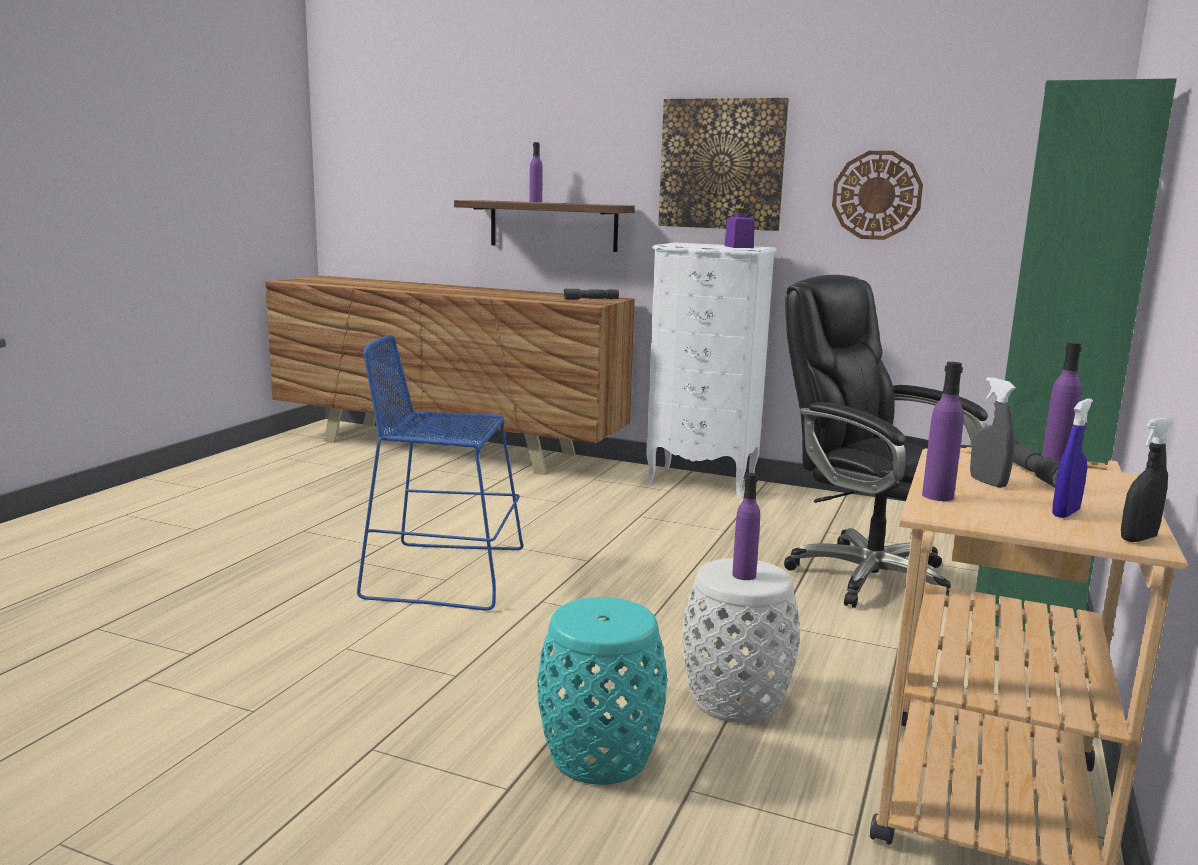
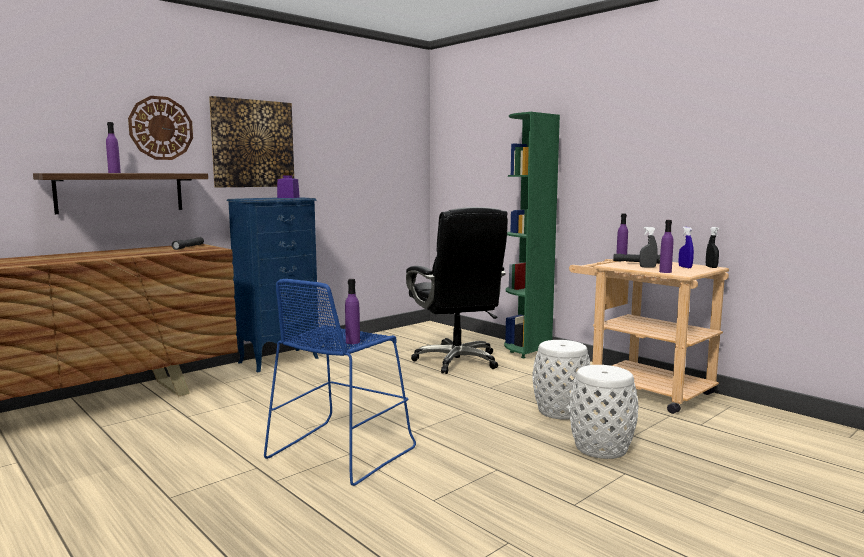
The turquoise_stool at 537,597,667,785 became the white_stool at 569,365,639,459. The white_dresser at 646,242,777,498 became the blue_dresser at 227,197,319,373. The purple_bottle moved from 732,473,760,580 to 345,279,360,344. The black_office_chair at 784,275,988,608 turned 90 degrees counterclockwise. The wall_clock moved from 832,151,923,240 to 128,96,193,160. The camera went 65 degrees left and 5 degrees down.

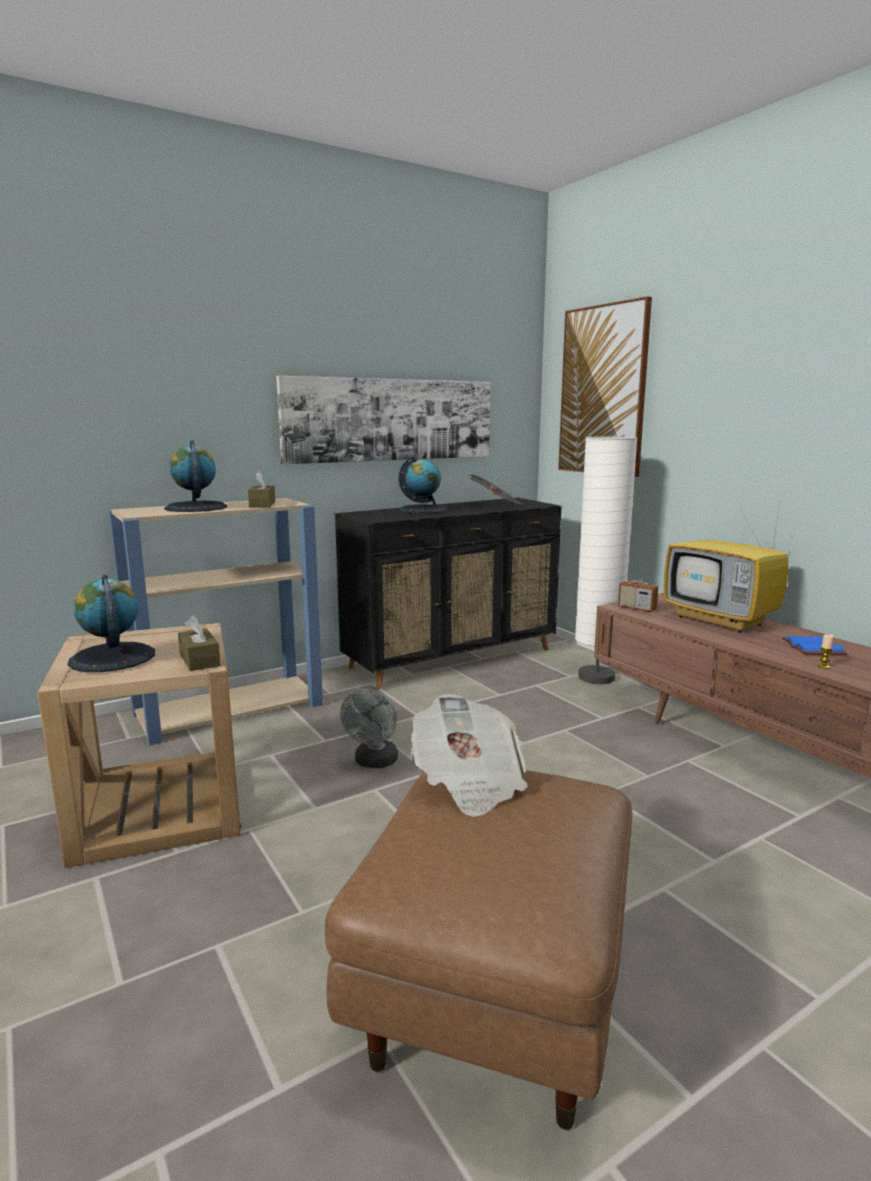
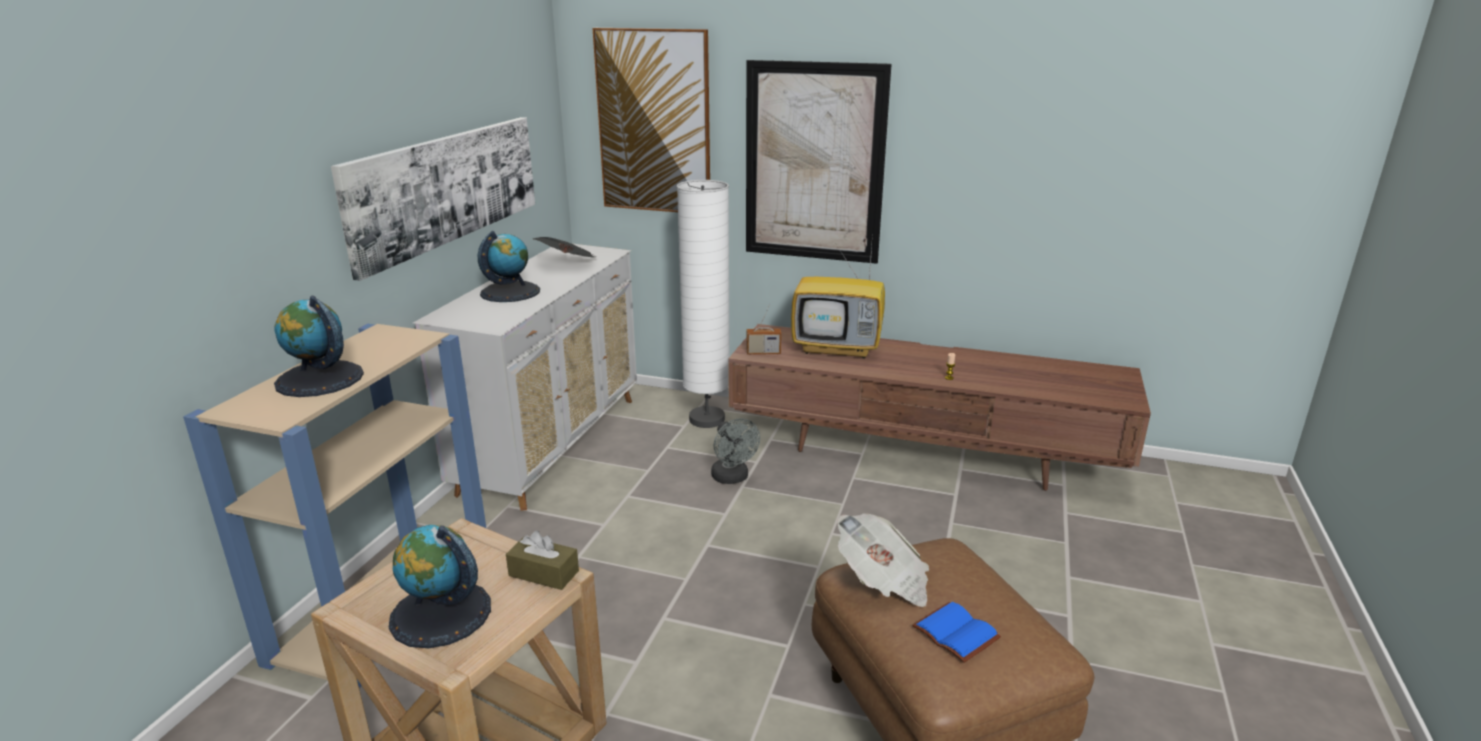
The brown_tissue_box at 248,471,275,507 disappeared. The black_cabinet at 333,497,561,690 became the white_cabinet at 413,244,637,511. The grey_fan moved from 340,689,398,768 to 711,418,760,484. The blue_book moved from 782,636,847,655 to 912,602,1001,663. The picture at 746,60,891,264 appeared. The camera went 40 degrees left and 10 degrees up.

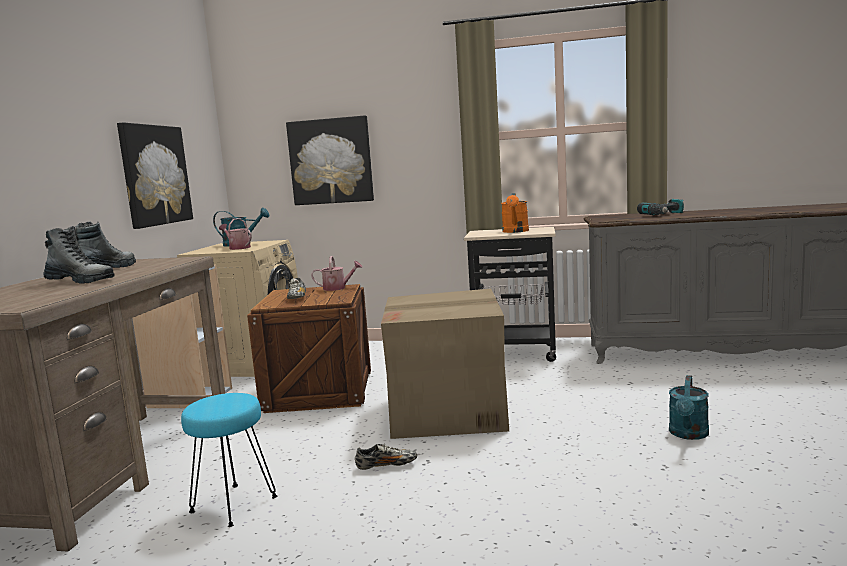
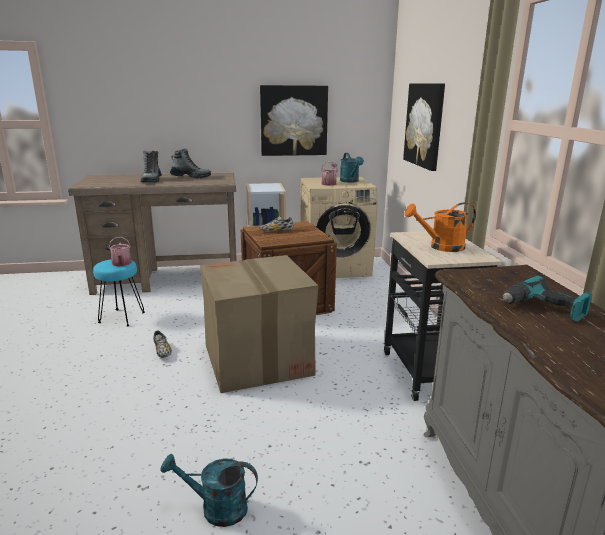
The watering_can moved from 311,256,362,291 to 109,237,132,266. The camera went 70 degrees right and 10 degrees up.

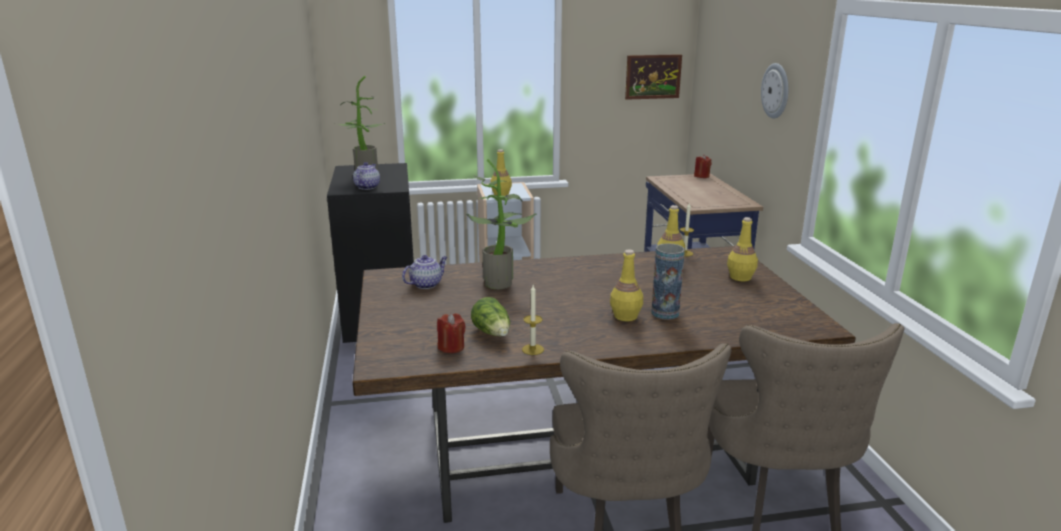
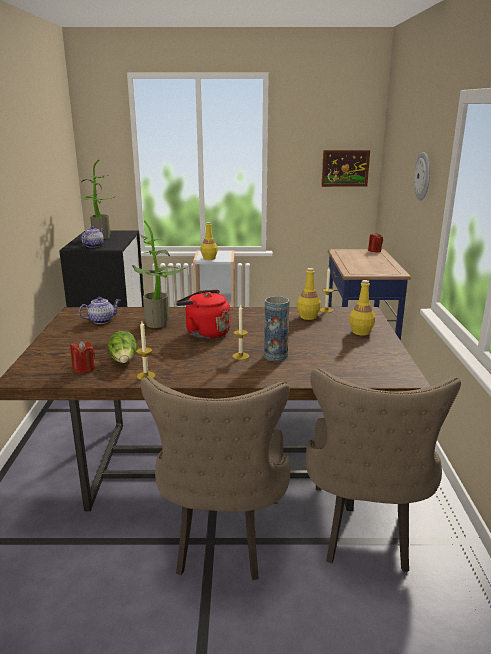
The yellow_bottle at 610,250,643,321 was replaced by the candle at 232,305,249,360. The red_kettle at 176,290,230,339 appeared. The camera went 10 degrees right and 0 degrees up.

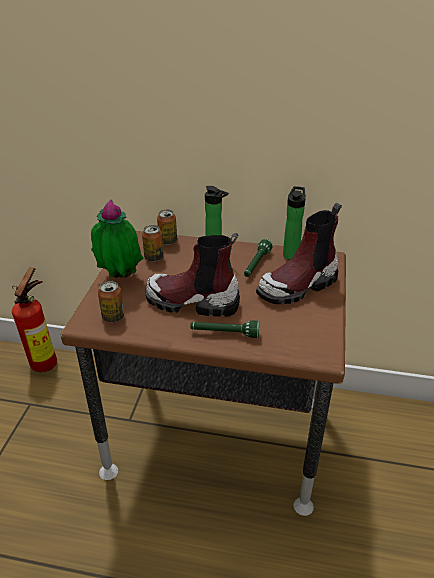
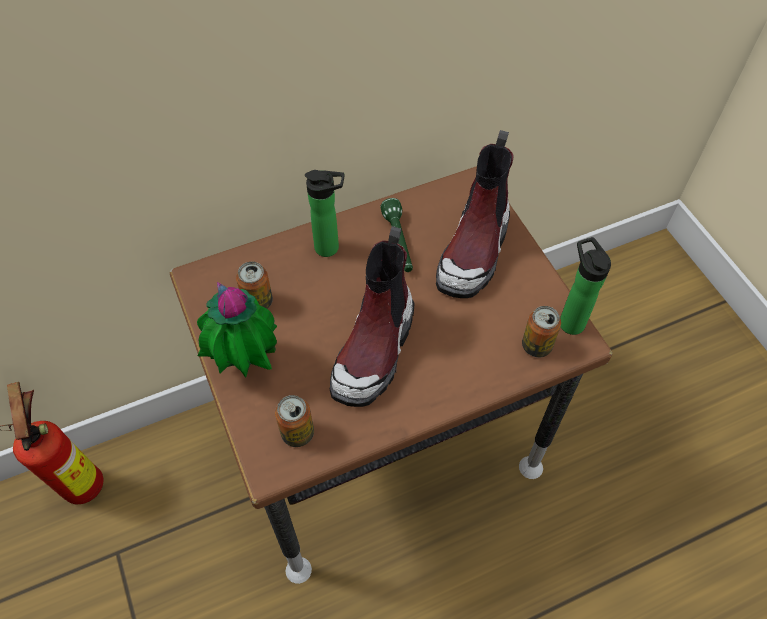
The boot at 145,233,240,317 turned 45 degrees counterclockwise. The can moved from 157,209,177,245 to 522,306,561,357. The green_flashlight at 190,320,259,338 disappeared. The bottle moved from 283,186,306,260 to 560,237,611,335. The camera went 35 degrees left and 20 degrees up.

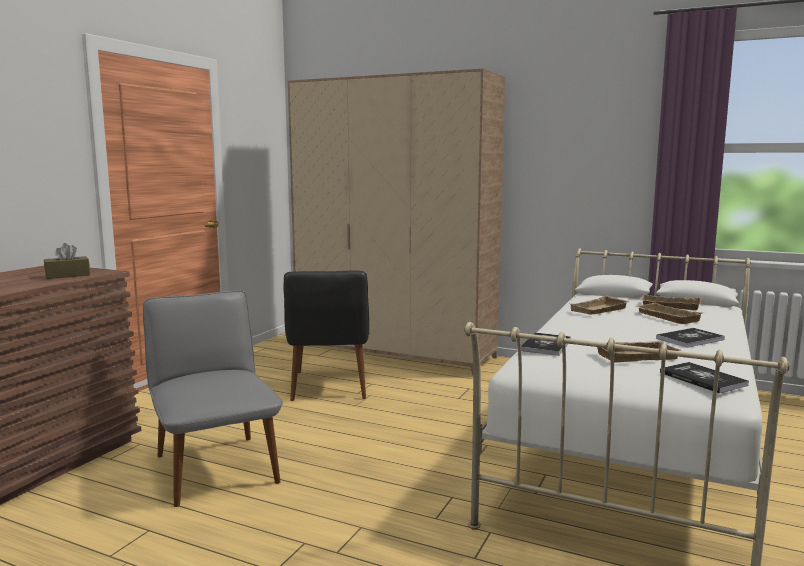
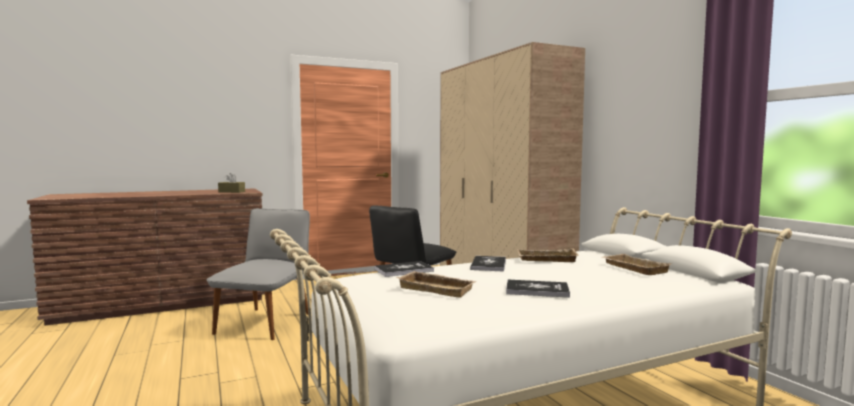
The beige_tray at 634,303,704,324 disappeared. The book moved from 660,362,749,394 to 470,256,506,272. The camera went 40 degrees right and 5 degrees down.

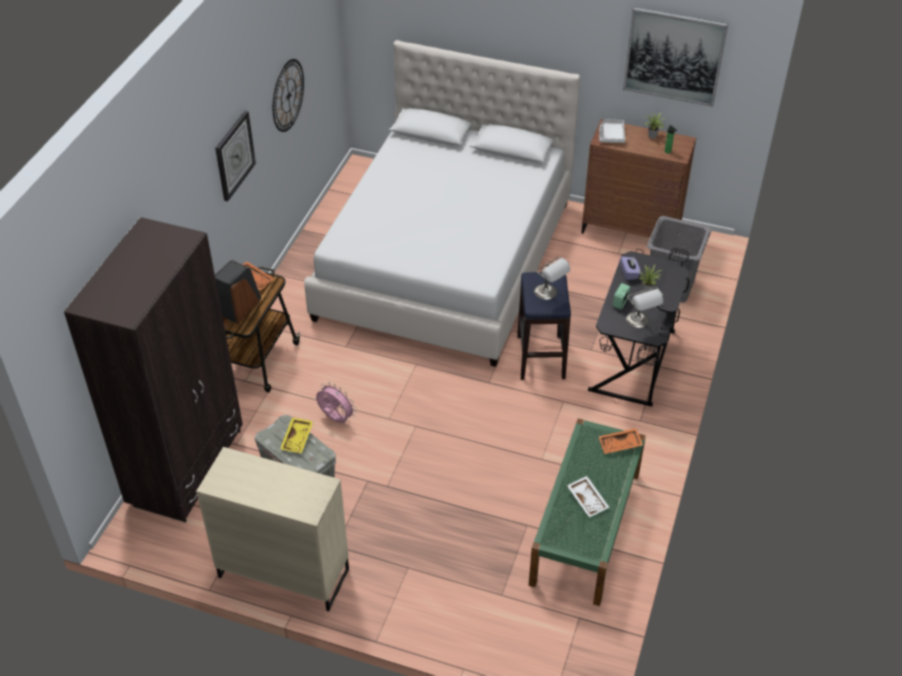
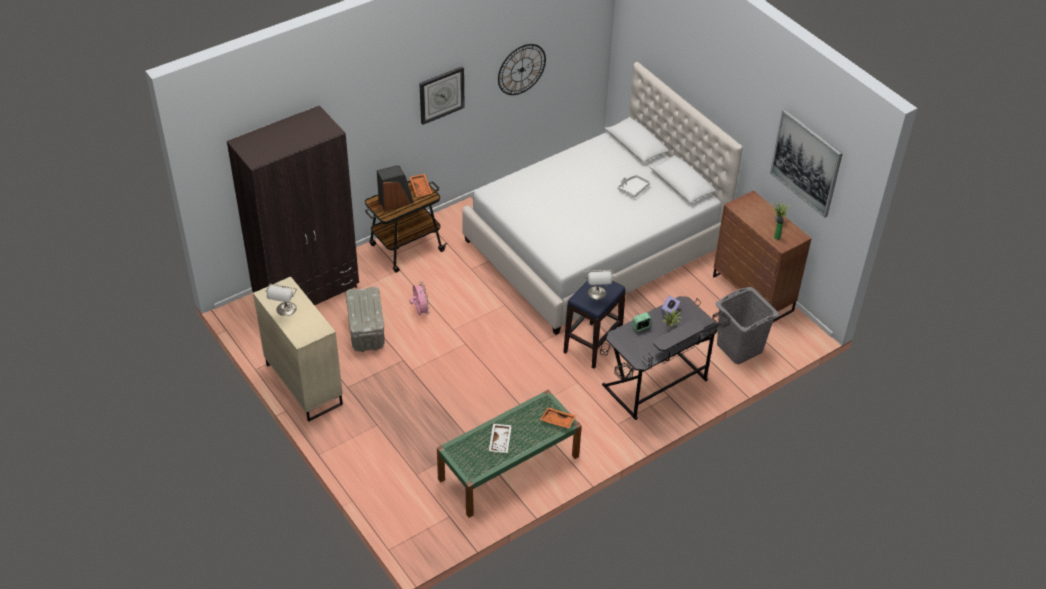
The yellow_tray at 280,418,313,453 disappeared. The white_tray moved from 599,120,625,143 to 618,175,650,198. The white_table_lamp moved from 626,287,664,328 to 266,284,297,316. The camera went 35 degrees right and 0 degrees up.

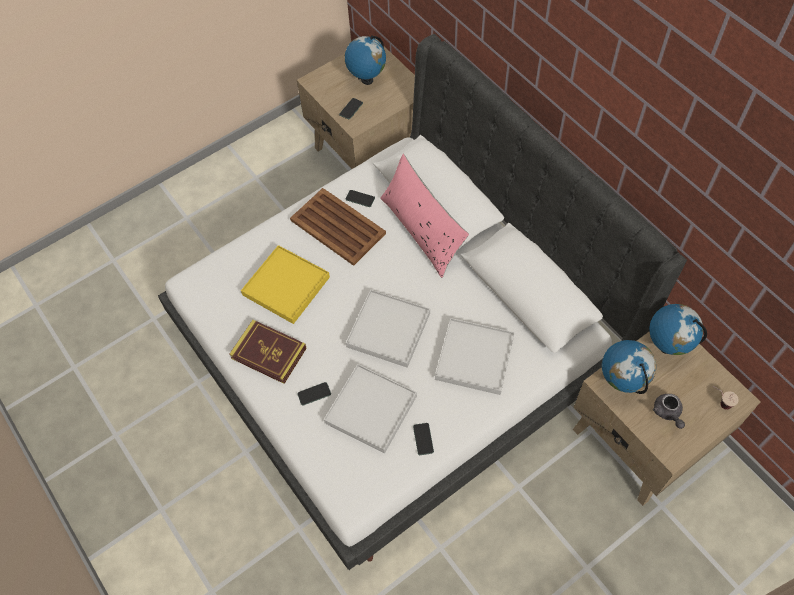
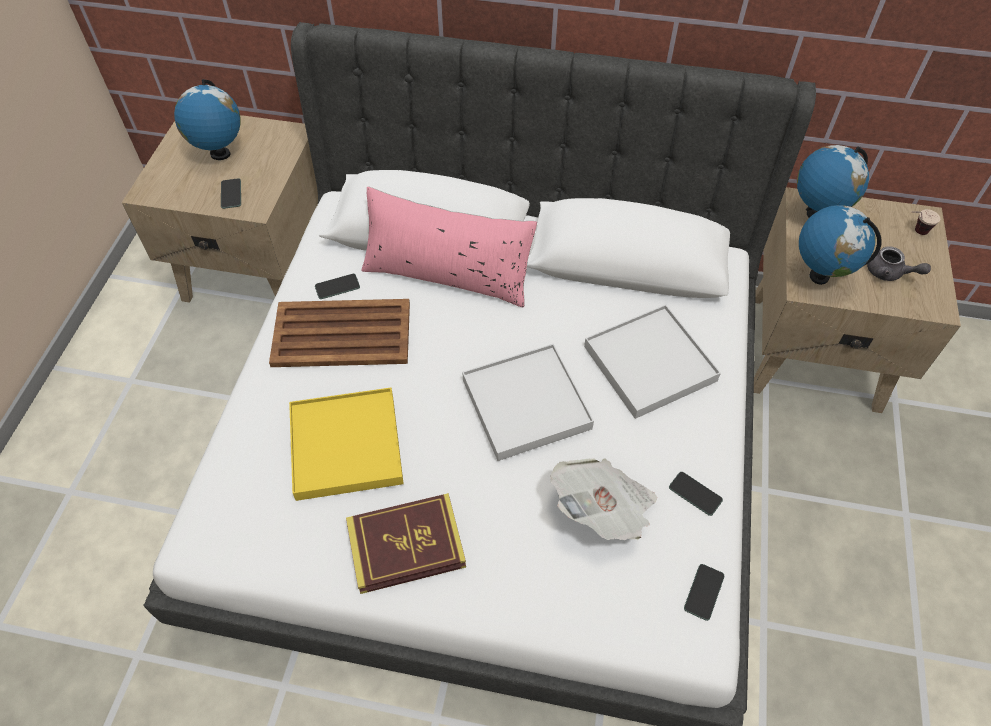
The phone moved from 297,382,331,406 to 684,564,724,621. The white_tray at 324,364,417,454 was replaced by the newspaper at 550,458,657,540. The camera went 45 degrees left and 5 degrees down.

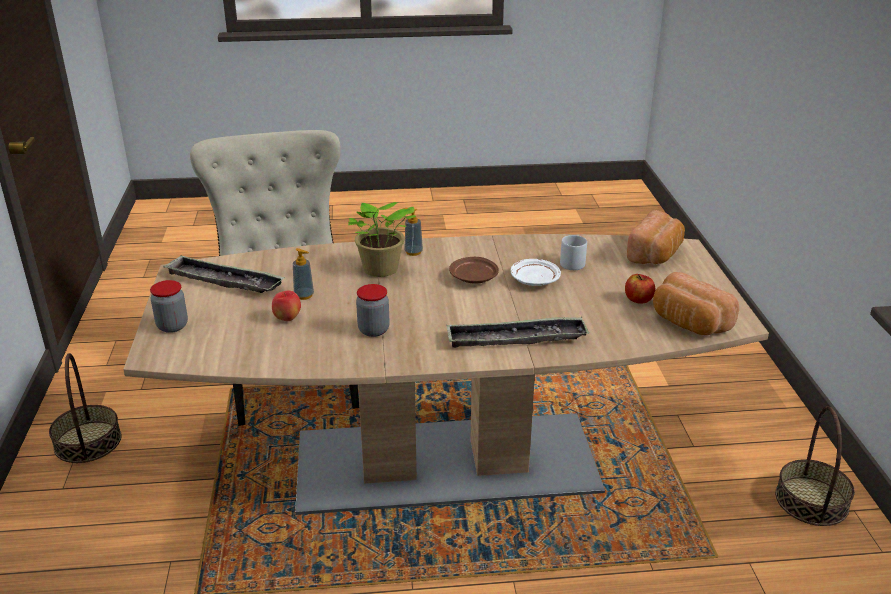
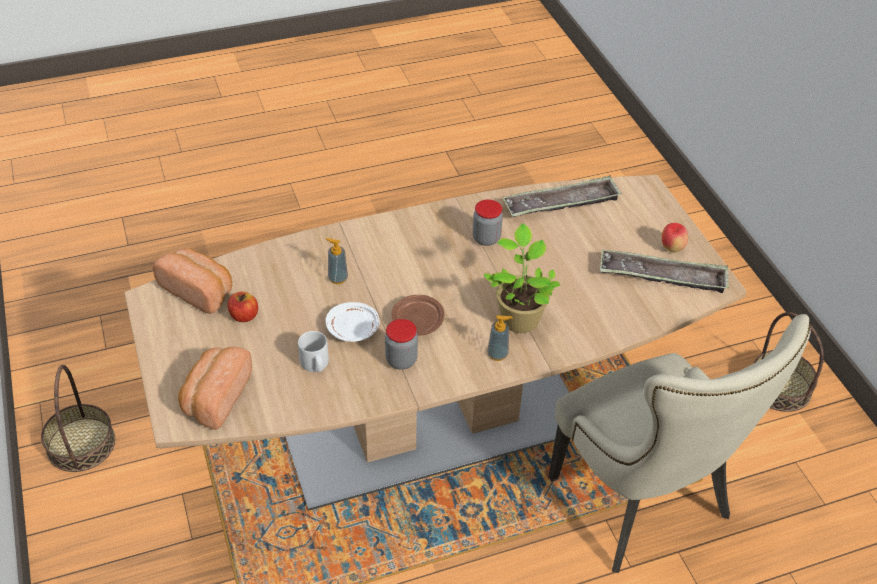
The jar moved from 150,280,188,333 to 385,319,418,370. The apple moved from 272,290,301,321 to 662,223,688,252. The soap_dispenser moved from 293,248,314,300 to 326,238,348,284. The tray moved from 446,317,589,348 to 502,175,622,217. The camera went 165 degrees right and 15 degrees up.

